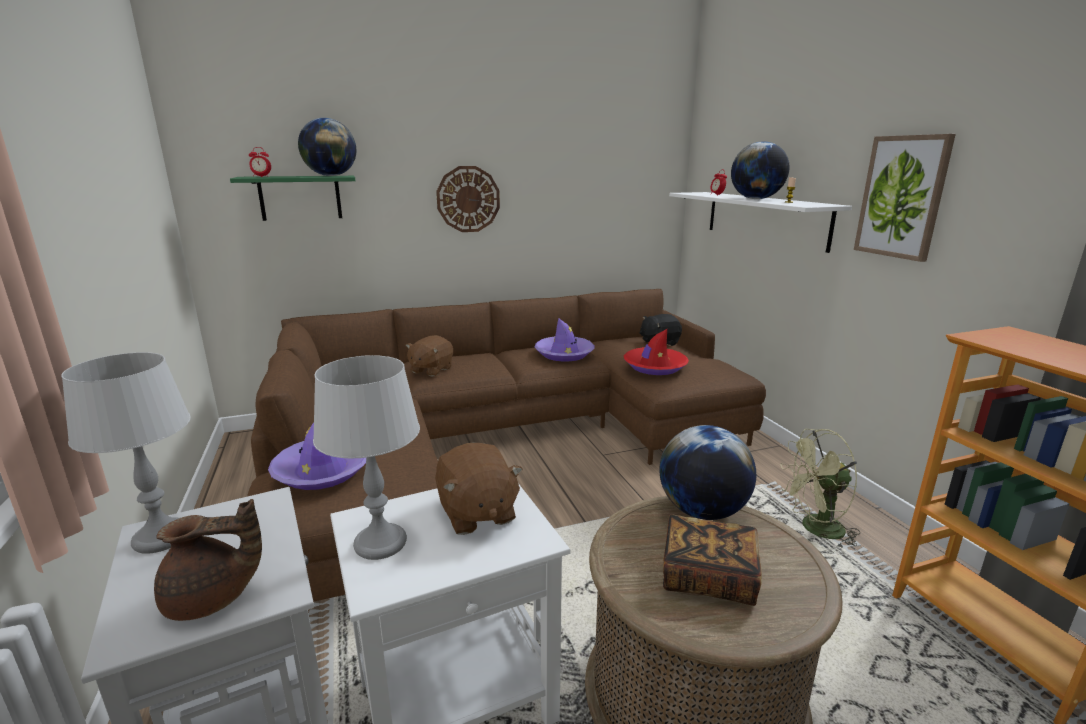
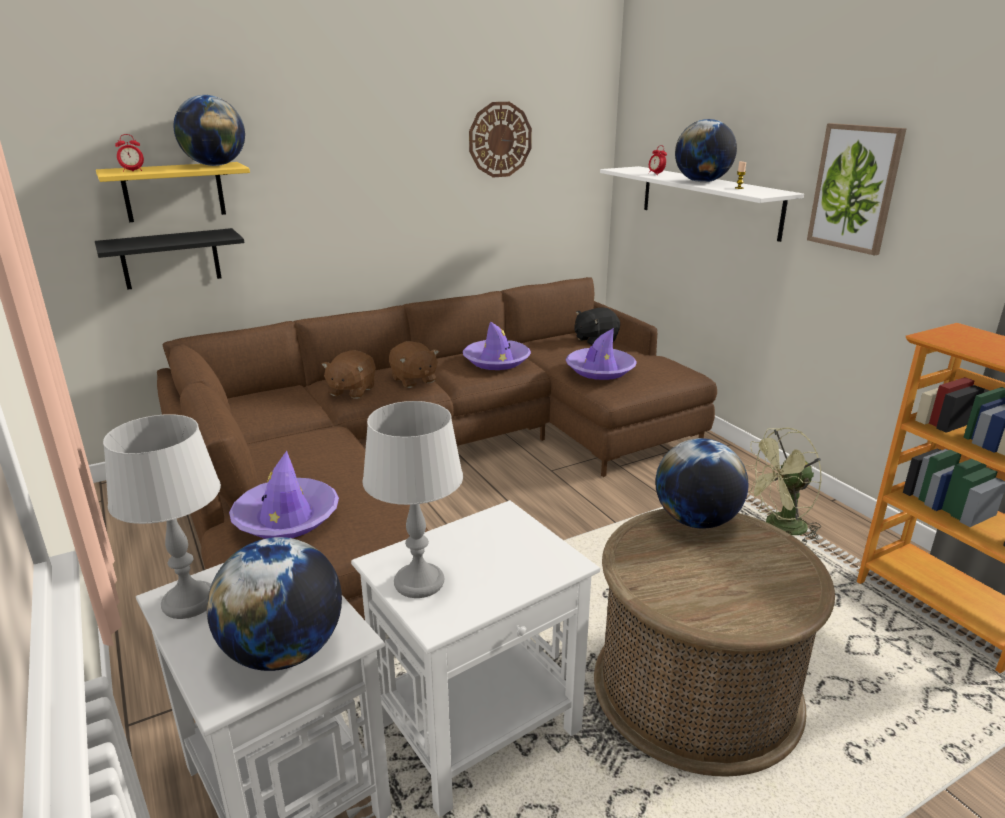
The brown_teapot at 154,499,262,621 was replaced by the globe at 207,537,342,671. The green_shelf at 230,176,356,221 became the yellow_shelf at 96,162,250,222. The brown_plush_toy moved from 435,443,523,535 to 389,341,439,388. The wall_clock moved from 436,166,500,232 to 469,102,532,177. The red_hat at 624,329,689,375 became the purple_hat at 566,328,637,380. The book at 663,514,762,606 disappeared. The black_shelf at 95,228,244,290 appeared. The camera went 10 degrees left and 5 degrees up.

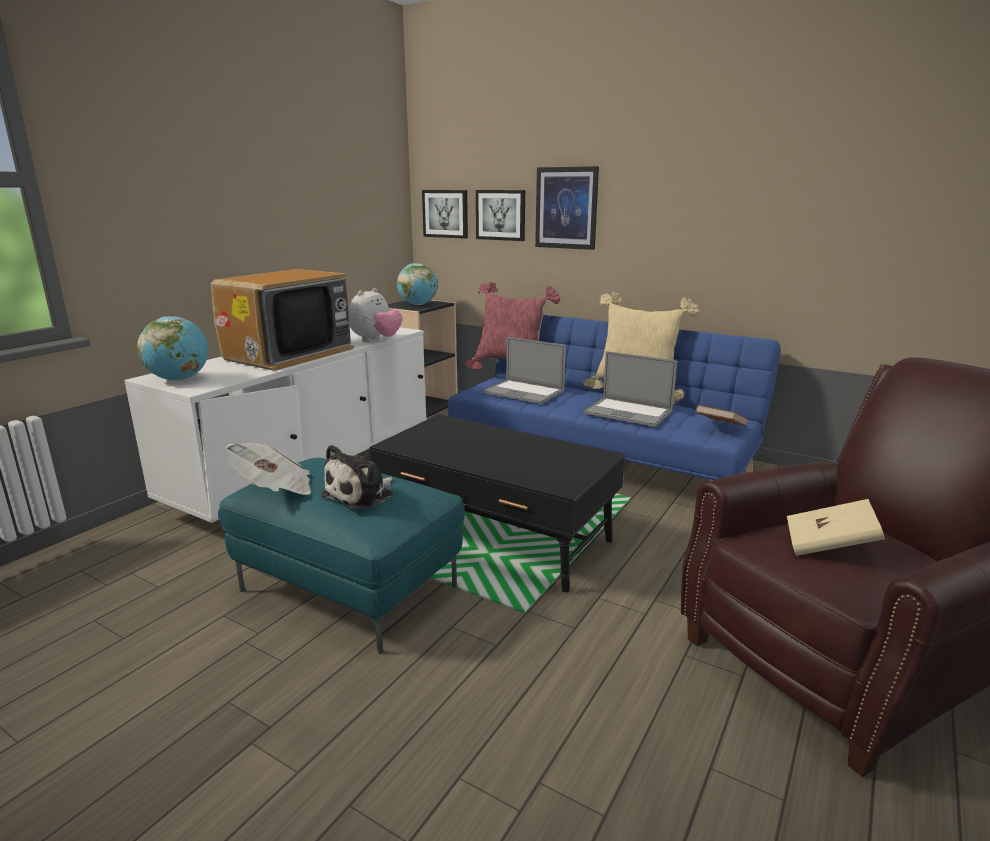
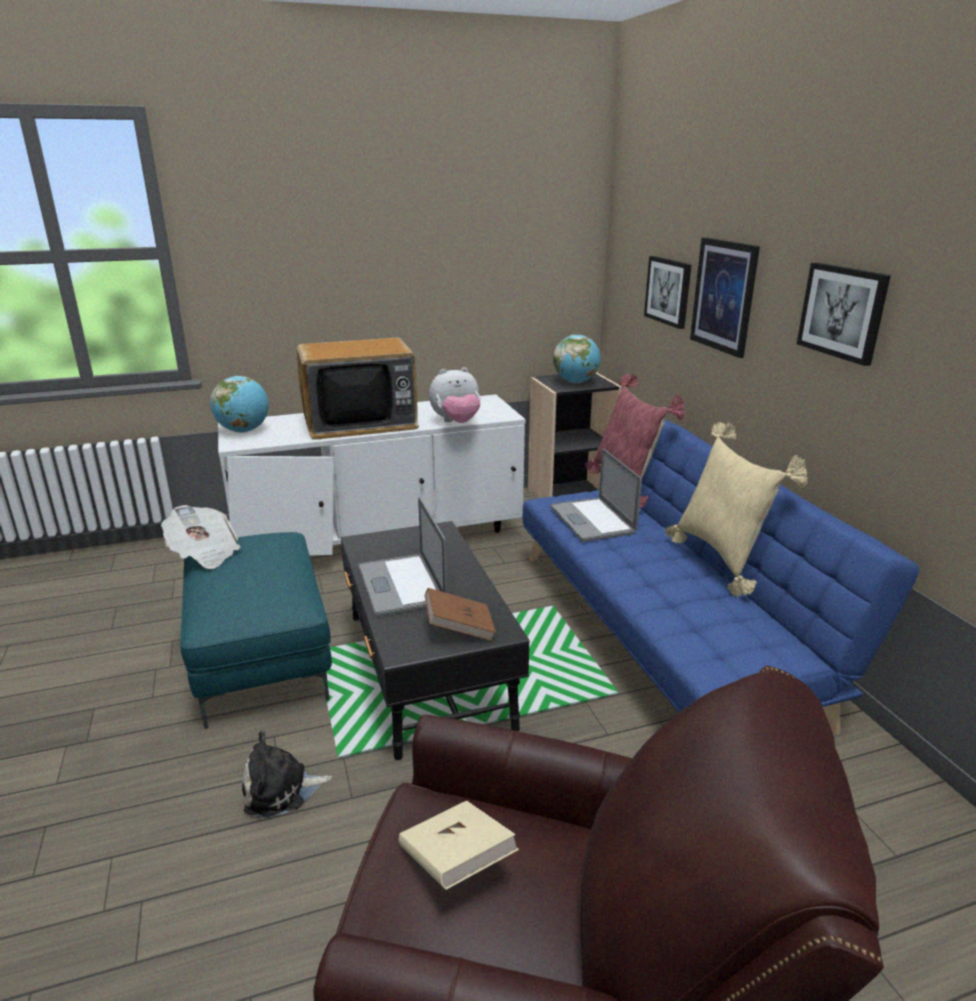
The plush_toy moved from 321,445,393,510 to 242,731,332,818. The picture moved from 422,190,468,239 to 797,263,891,366. The laptop moved from 584,351,677,427 to 358,496,448,617. The brown_book moved from 696,405,749,426 to 425,588,496,641. The camera went 40 degrees right and 5 degrees up.

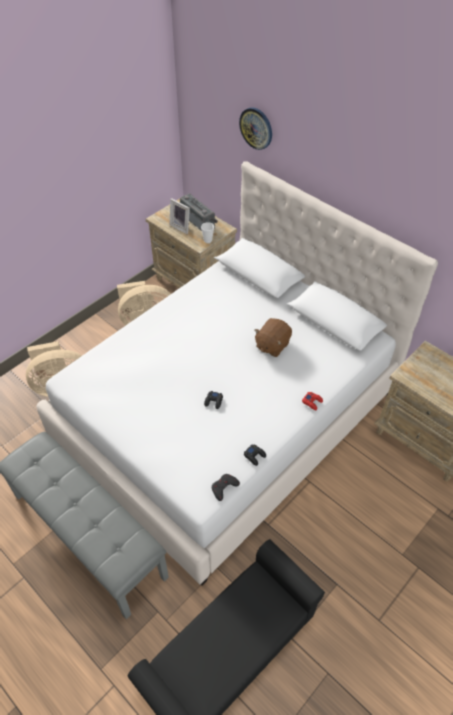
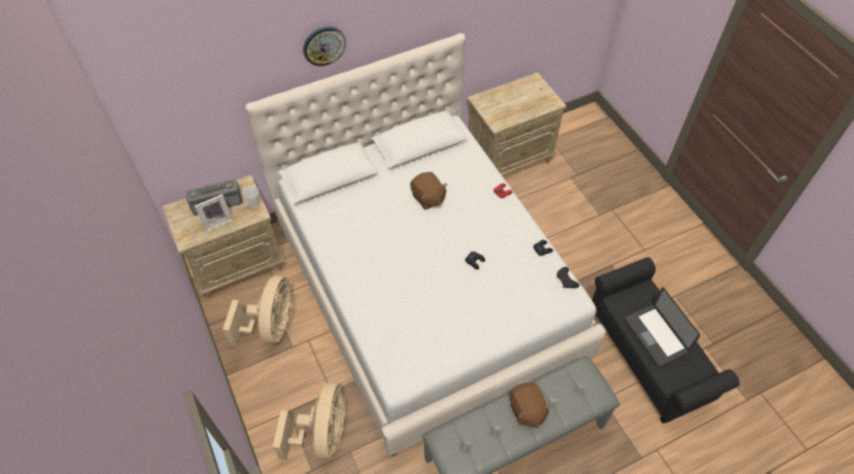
The wall_clock moved from 239,107,272,150 to 303,27,346,66. The brown_plush_toy at 510,383,552,428 appeared. The laptop at 625,287,700,367 appeared. The camera went 70 degrees left and 5 degrees up.

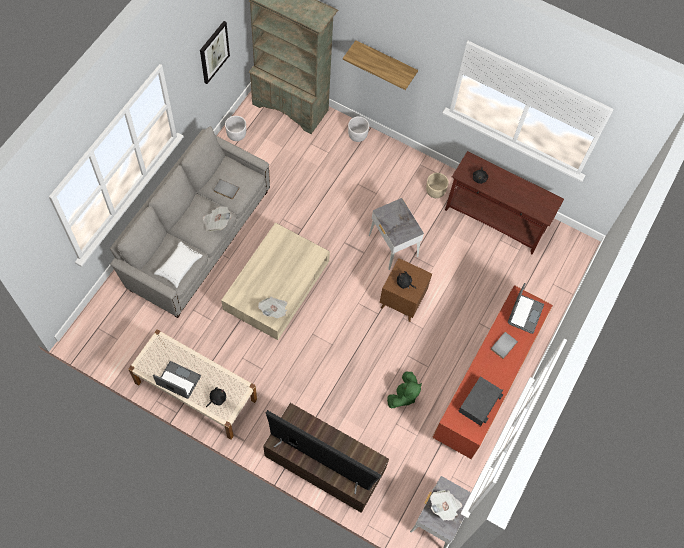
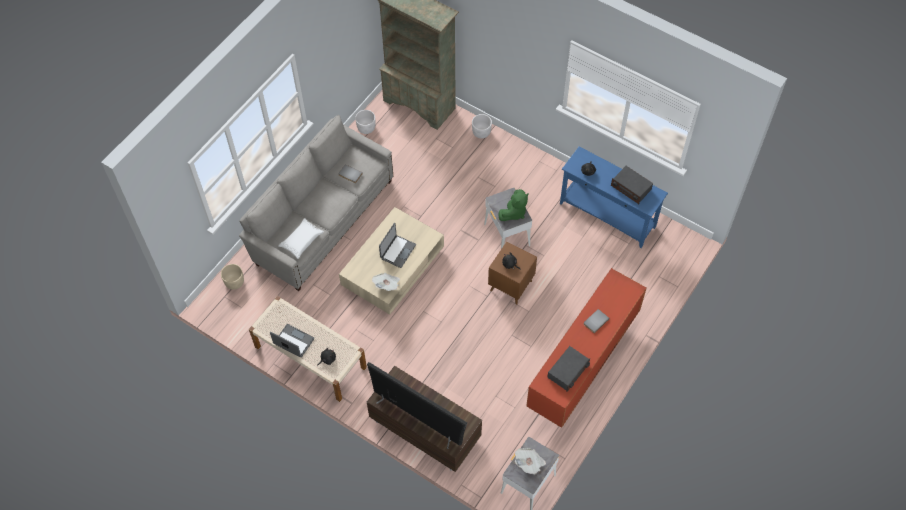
The picture at 200,21,230,84 disappeared. The newspaper at 203,206,231,231 disappeared. The shelf at 343,40,418,90 disappeared. The green_plush_toy moved from 387,372,422,408 to 498,189,529,221. The beige_planter moved from 426,173,449,198 to 221,264,244,290. The brown_console_table at 445,151,564,254 became the blue_console_table at 560,146,668,248. The laptop moved from 508,283,544,334 to 379,223,416,268. The radio at 611,166,653,204 appeared. The camera went 10 degrees right and 5 degrees down.

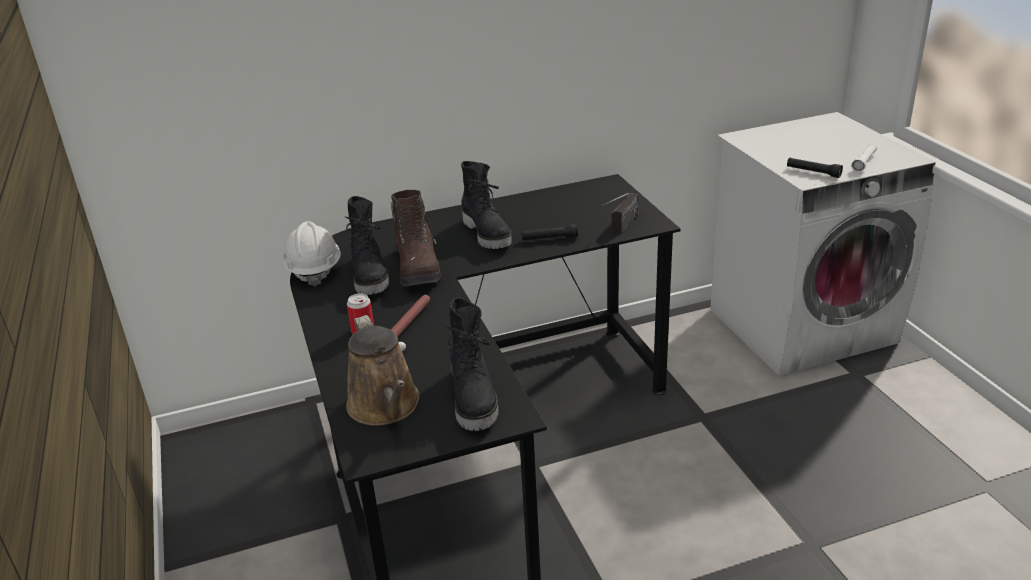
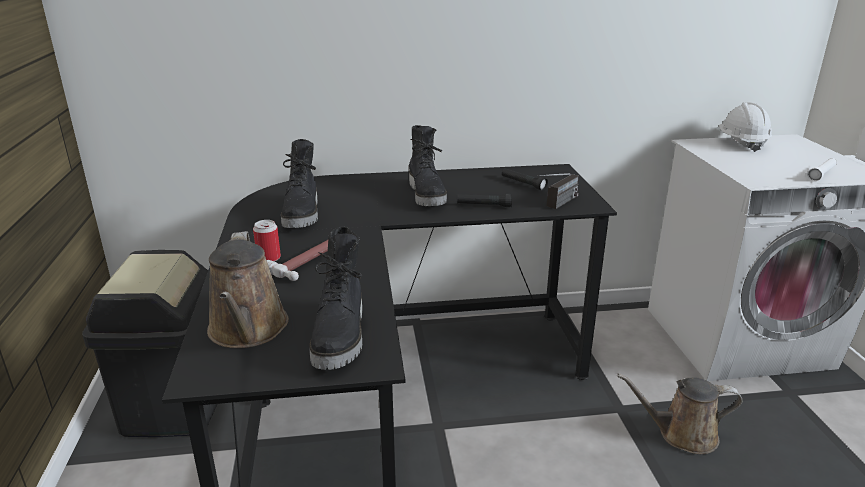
The white_hard_hat moved from 283,221,341,287 to 719,102,772,152. The brown_boot at 391,190,441,287 disappeared. The black_flashlight moved from 787,158,843,178 to 502,168,548,191. The black_trash_can at 82,250,217,437 appeared. The brown_watering_can at 617,373,742,454 appeared. The camera went 10 degrees right and 5 degrees down.

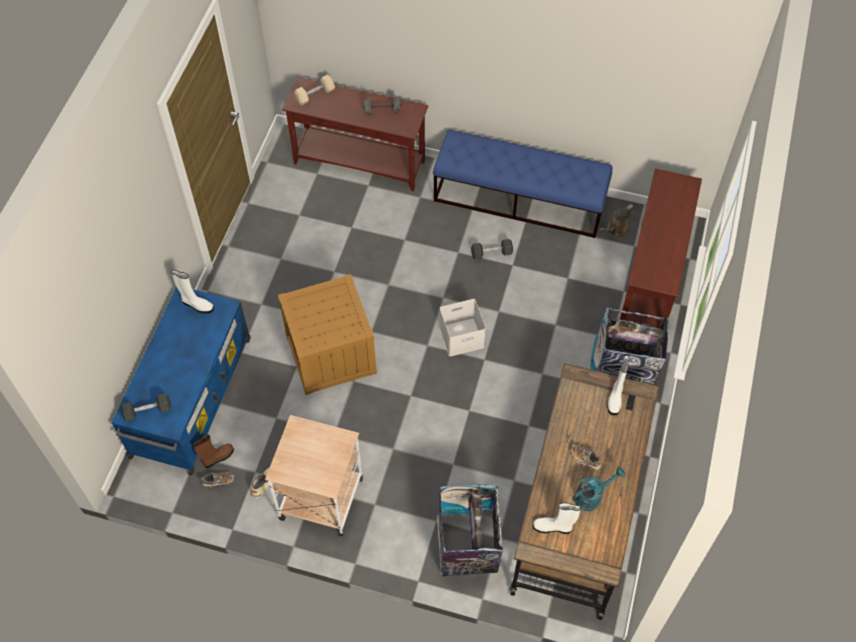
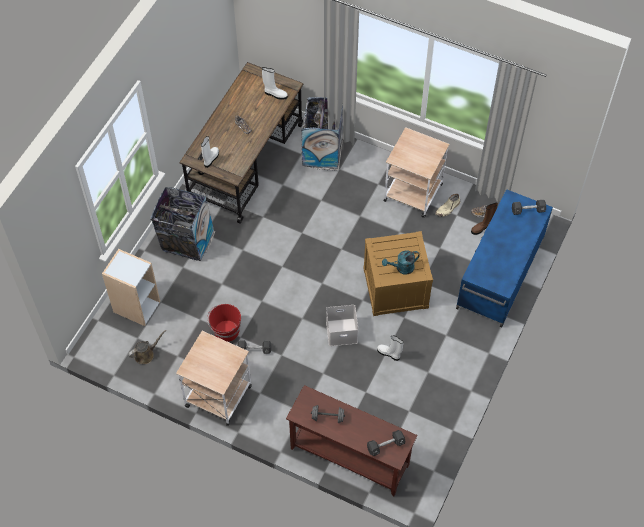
The white_boot moved from 171,270,214,314 to 377,335,403,361. The beige_dumbbell at 294,75,335,106 became the black_dumbbell at 367,430,405,456. The blue_bench at 433,129,612,238 was replaced by the beige_cart at 176,331,252,426. The white_storage_box moved from 439,299,486,356 to 326,305,358,346. The turquoise_watering_can moved from 572,467,625,511 to 382,250,420,275. The brown_console_table at 620,168,702,326 was replaced by the bookcase at 102,249,160,326. The red_bucket at 207,304,241,342 appeared. The camera went 170 degrees left and 0 degrees up.

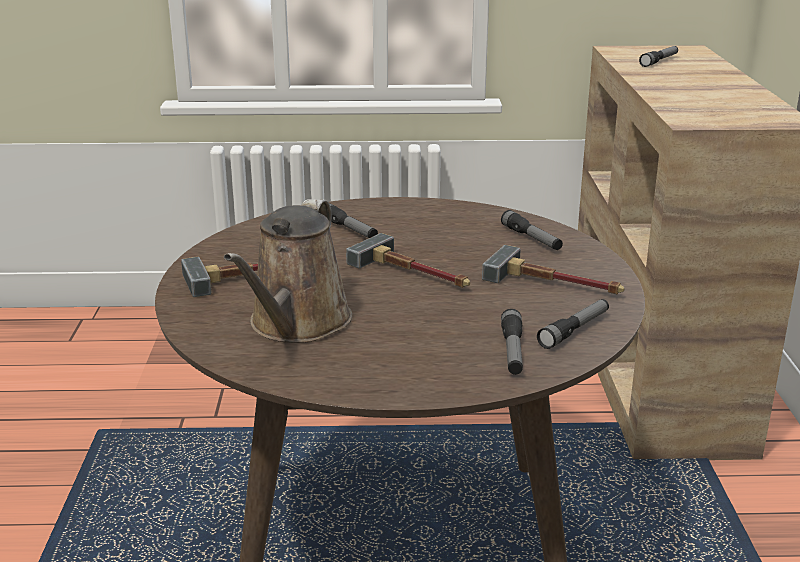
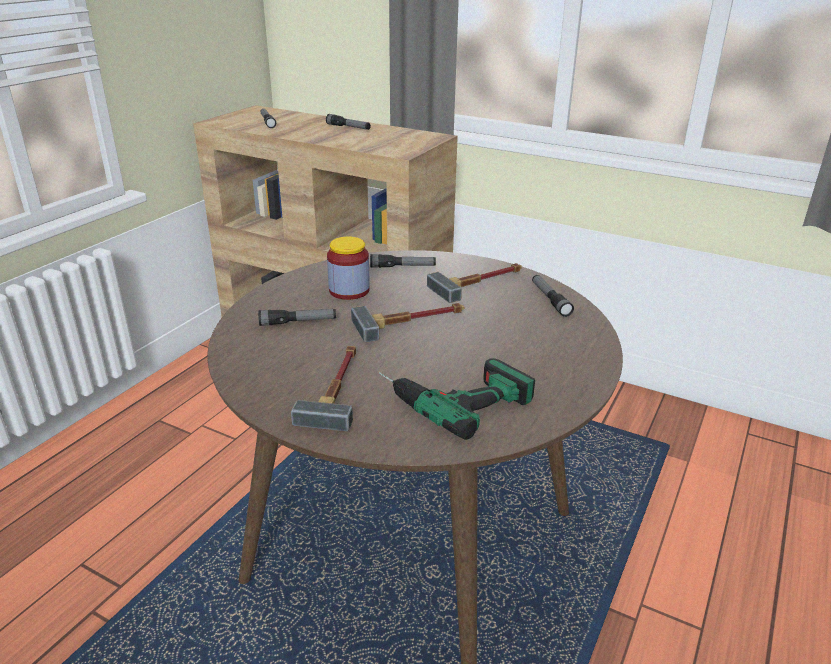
The brown_watering_can at 224,199,352,343 was replaced by the power_drill at 379,358,535,440. The flashlight moved from 501,309,523,375 to 326,114,371,130. The jar at 327,237,370,300 appeared. The camera went 60 degrees left and 5 degrees up.

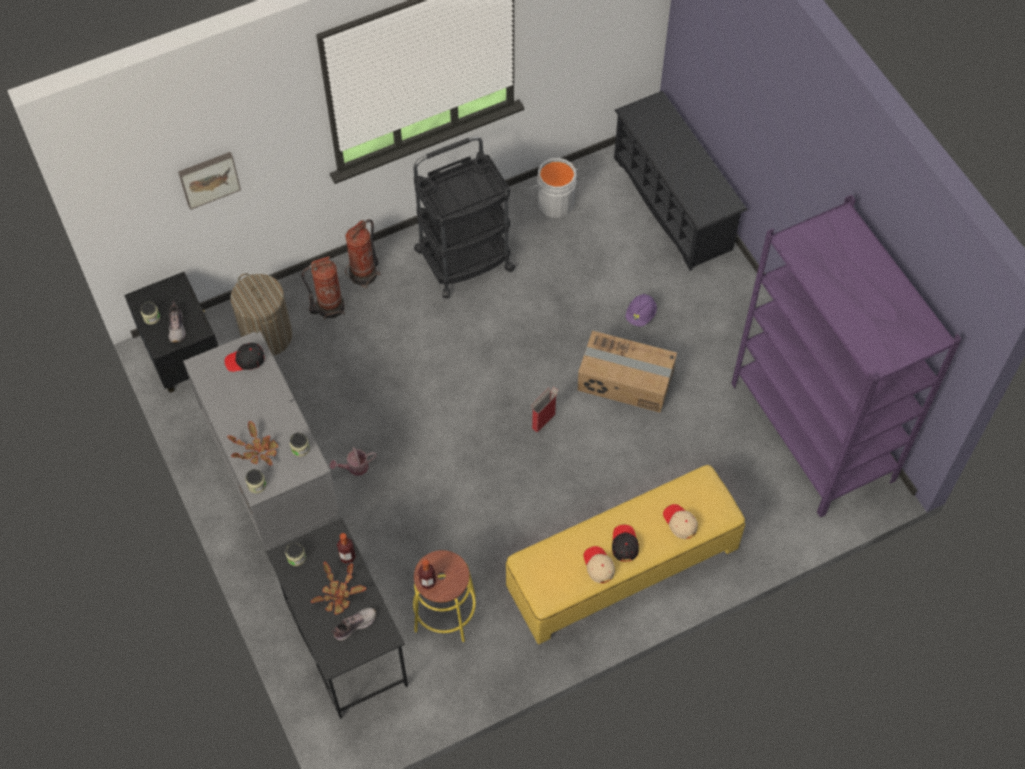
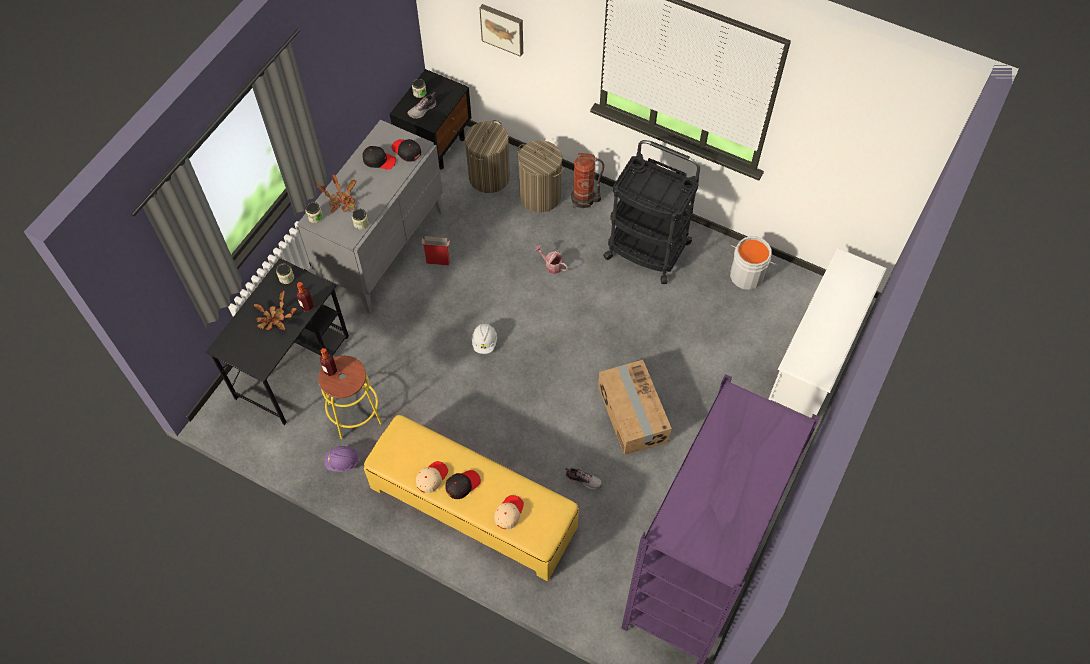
The fire_extinguisher at 301,256,345,320 was replaced by the laundry_basket at 517,140,564,212. The watering_can moved from 330,447,376,476 to 534,245,568,274. The shoe moved from 332,608,377,641 to 565,468,602,490. The cardboard_box moved from 531,387,559,433 to 421,236,450,266. The black_shoe_rack at 614,91,748,271 became the white_shoe_rack at 768,248,887,418. The purple_hard_hat moved from 625,294,657,326 to 324,446,360,472. The black_cap at 362,146,396,169 appeared. The white_hard_hat at 472,324,497,354 appeared. The camera went 55 degrees right and 0 degrees up.

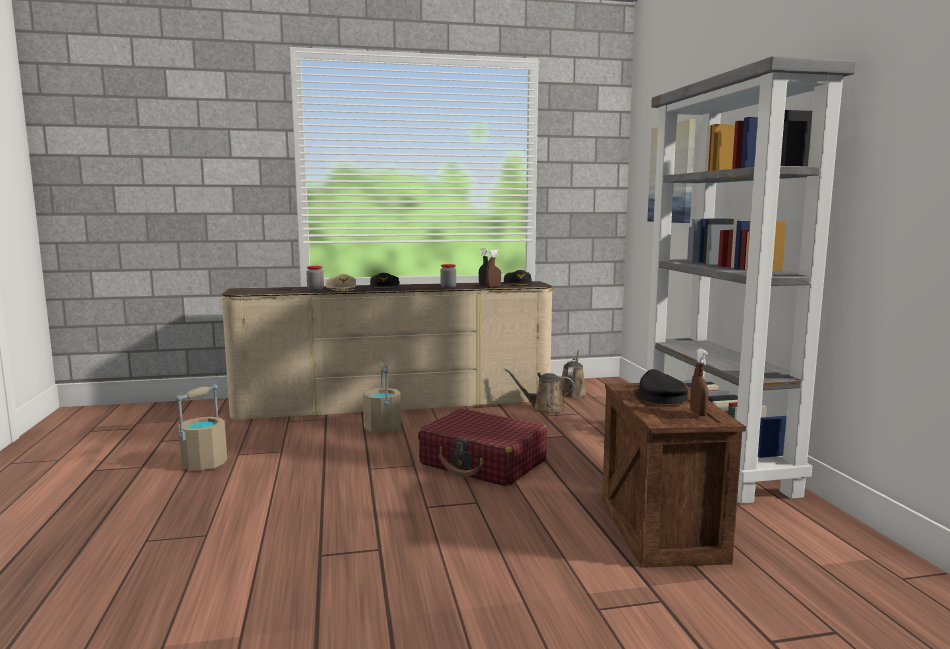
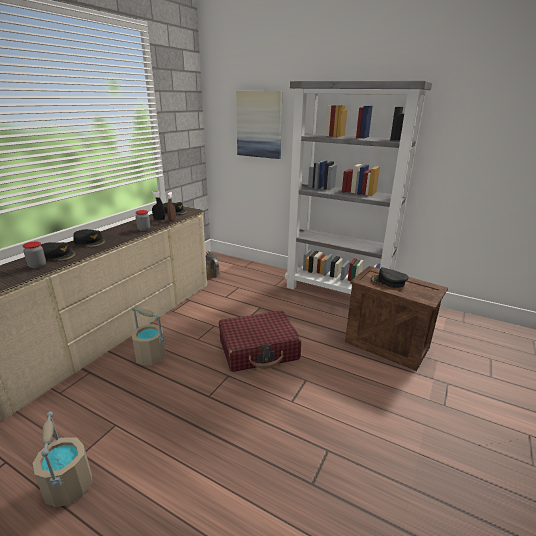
The beige_cap at 326,274,357,291 became the black_cap at 40,242,77,261. The brown_watering_can at 504,368,574,414 disappeared. The brown_spray_bottle at 690,349,708,416 disappeared. The camera went 50 degrees left and 15 degrees up.

